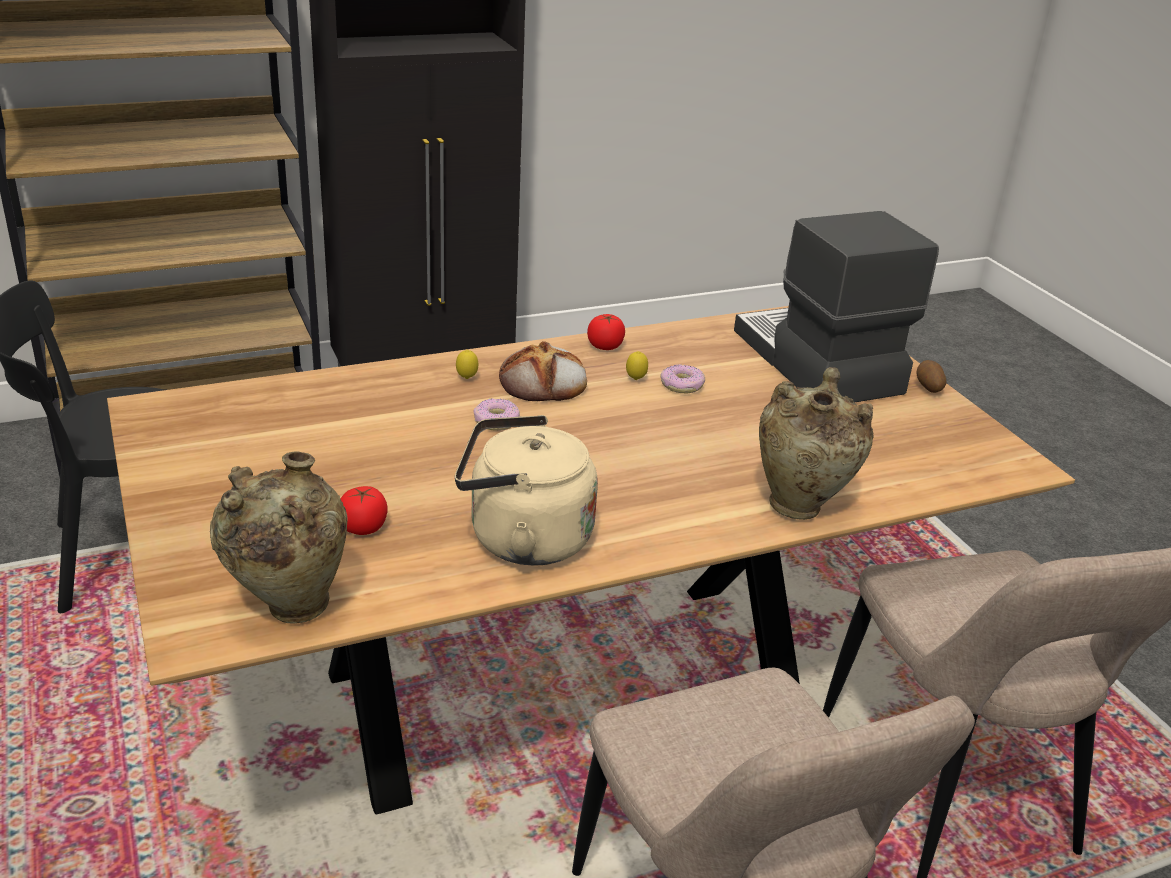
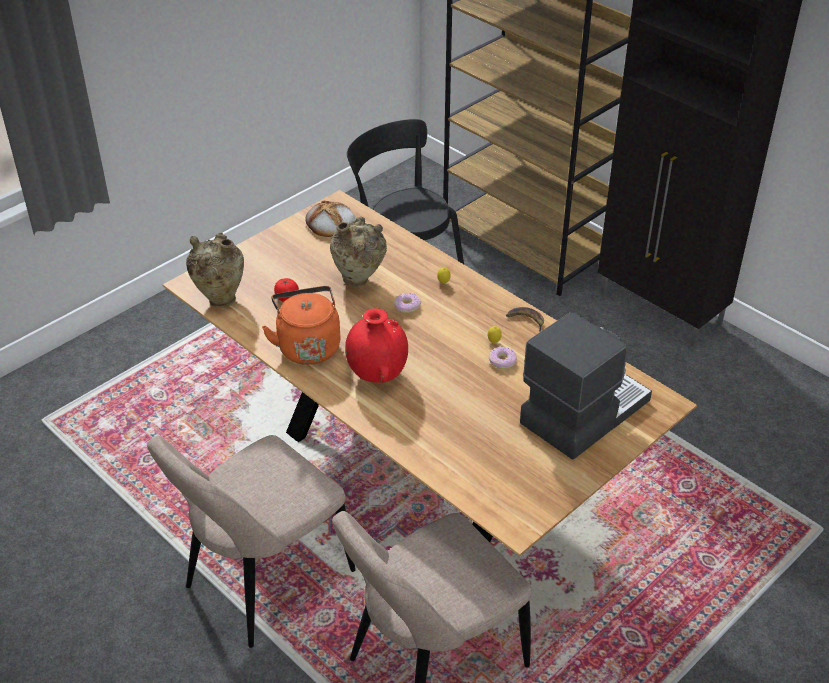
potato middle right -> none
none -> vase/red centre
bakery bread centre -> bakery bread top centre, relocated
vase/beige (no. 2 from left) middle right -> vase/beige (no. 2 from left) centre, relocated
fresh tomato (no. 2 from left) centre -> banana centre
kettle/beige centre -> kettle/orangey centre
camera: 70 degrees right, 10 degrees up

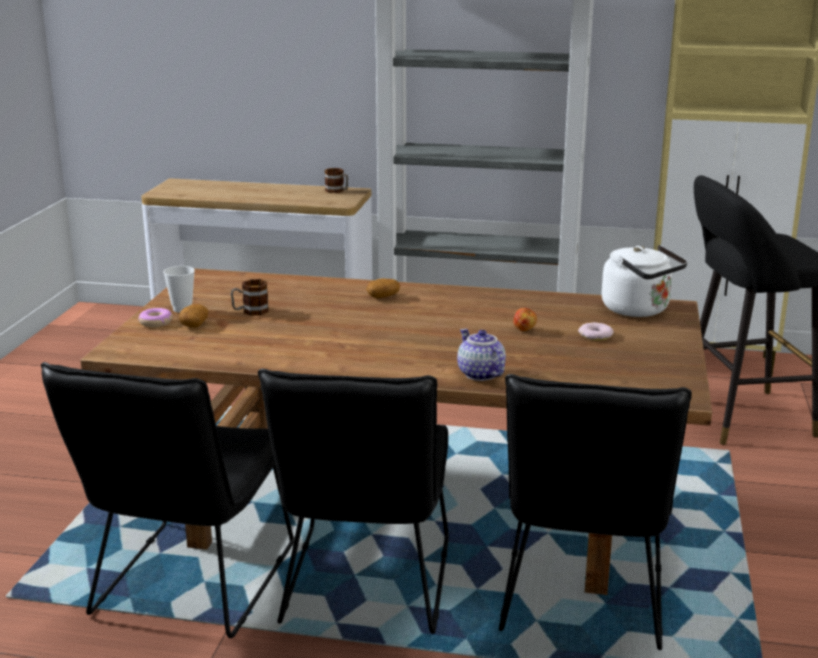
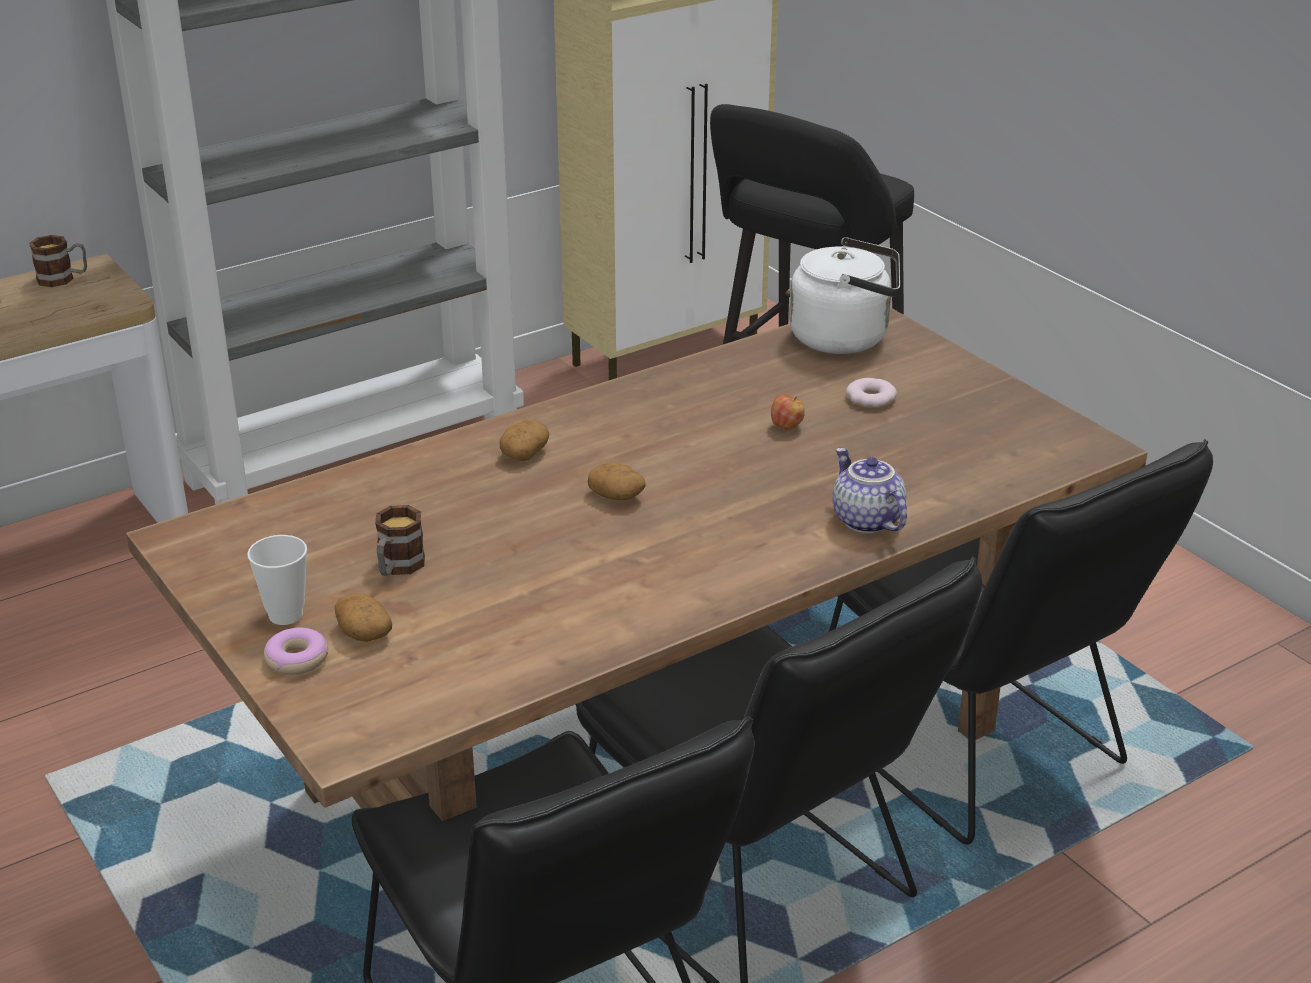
none -> potato (no. 3 from left) centre
teapot centre, 45 degrees clockwise
camera: 45 degrees left, 10 degrees up

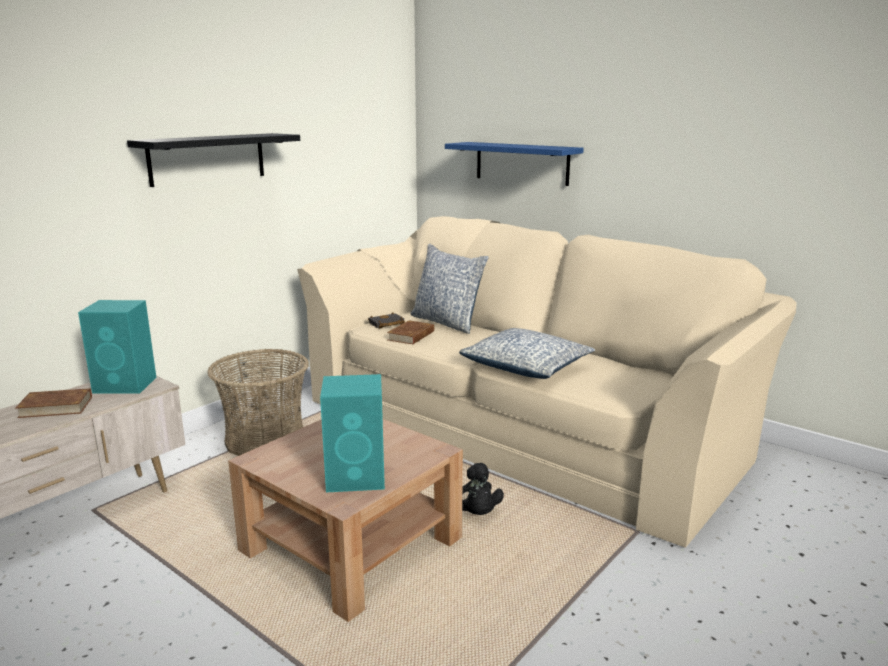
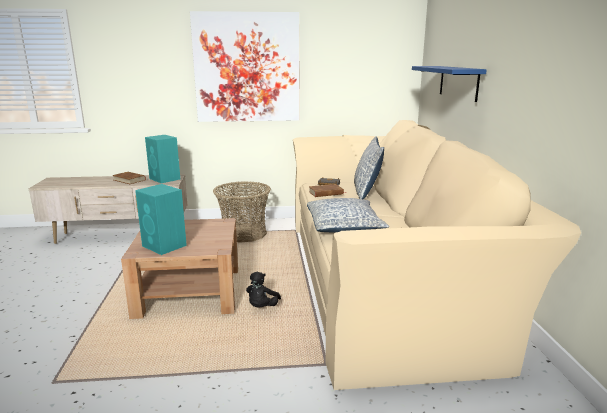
wall shelf/black top left -> wall picture top centre
camera: 45 degrees right, 0 degrees up

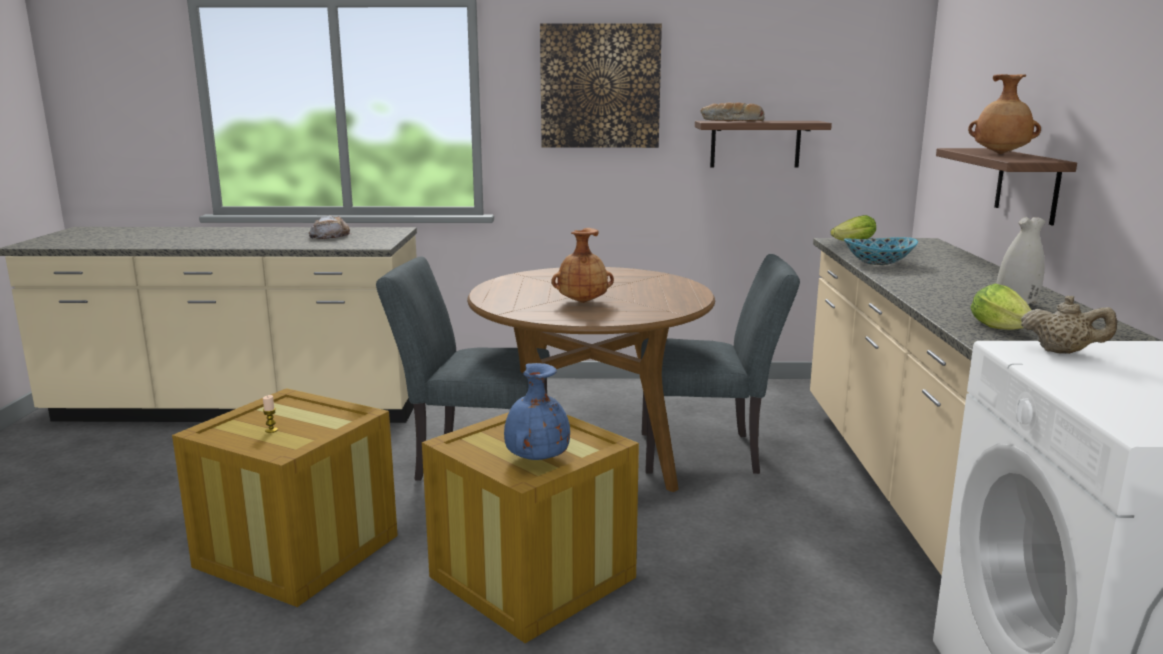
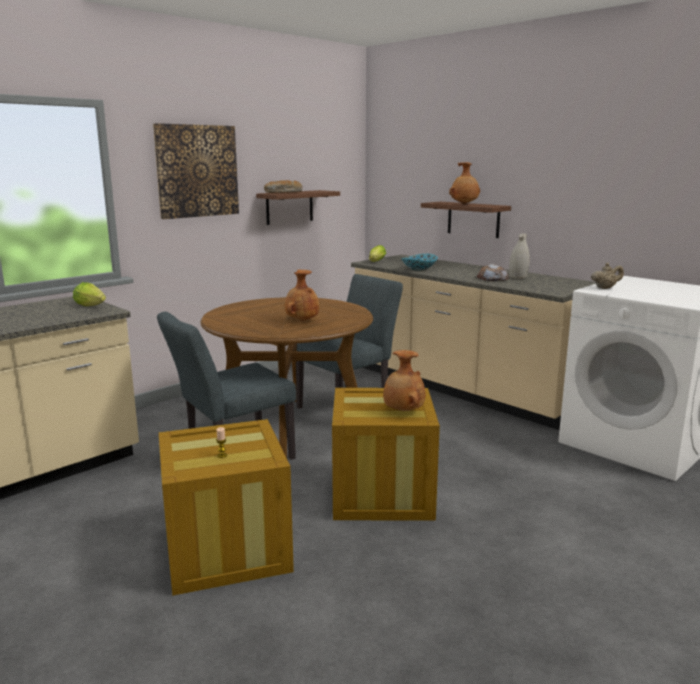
bakery bread (no. 1 from left in the first image) middle left -> bakery bread (no. 2 from left) middle right, relocated
head of lettuce (no. 2 from left in the first image) middle right -> head of lettuce (no. 1 from left) middle left, relocated
vase/blue centre -> vase/brownish (no. 2 from left) centre
camera: 45 degrees left, 0 degrees up

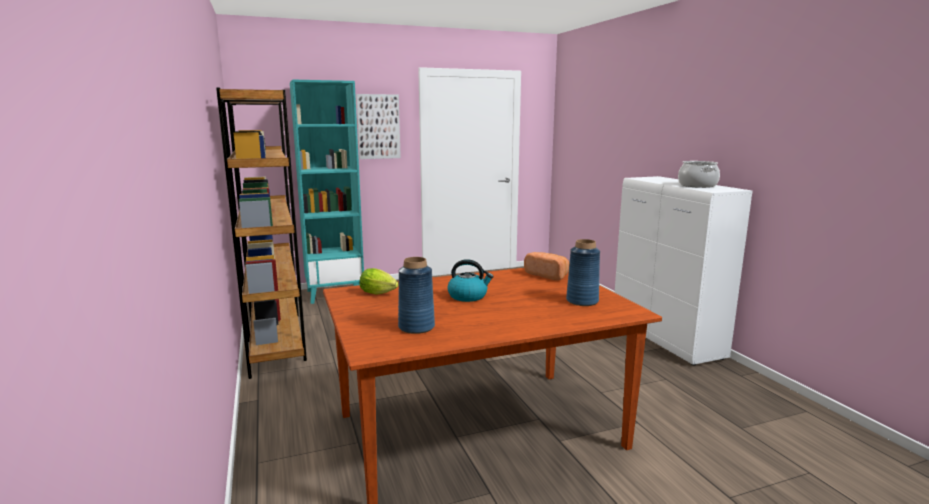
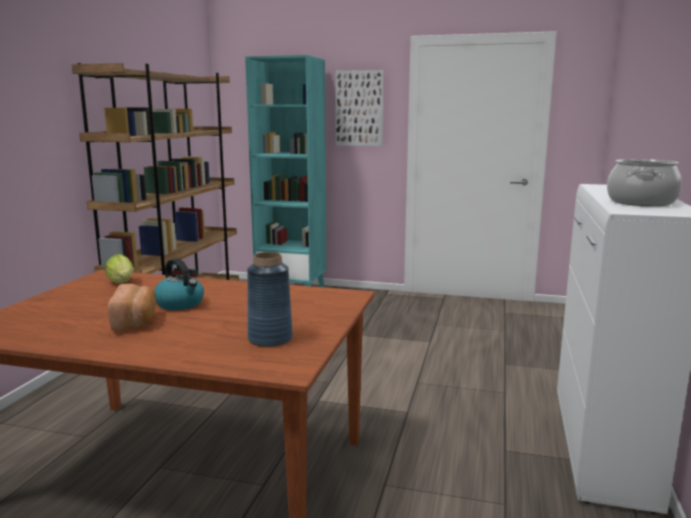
vase/blue (no. 1 from left) centre -> none
bakery bread centre -> bakery bread middle left, relocated
camera: 35 degrees right, 0 degrees up

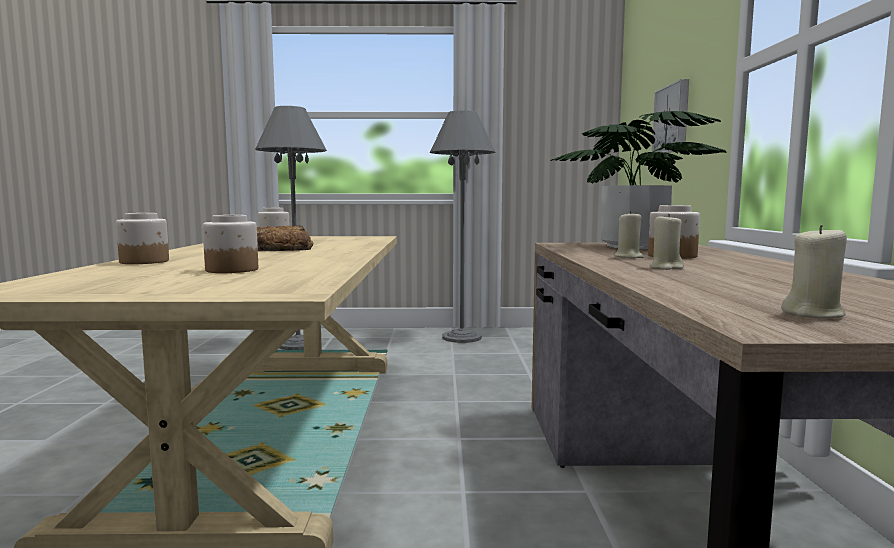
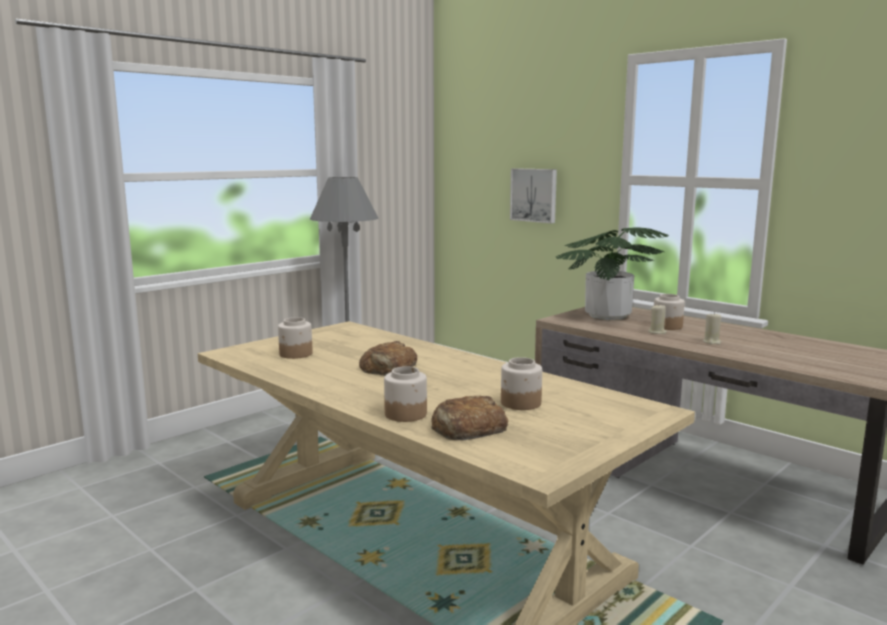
standard lamp/greyish (no. 1 from left) middle left -> none
wax candle/beige (no. 3 from left) middle right -> none
none -> bakery bread (no. 2 from left) bottom centre
camera: 45 degrees left, 5 degrees up

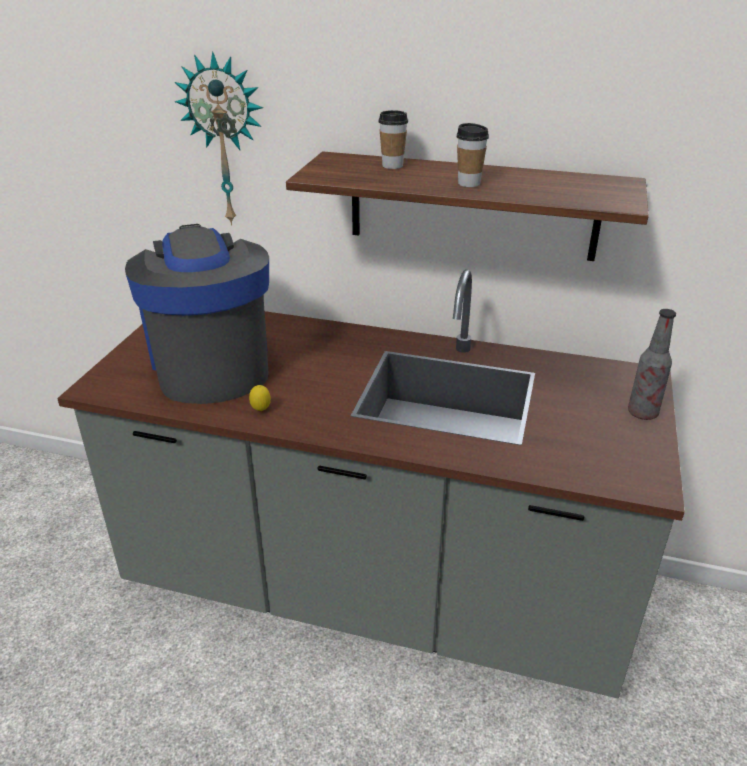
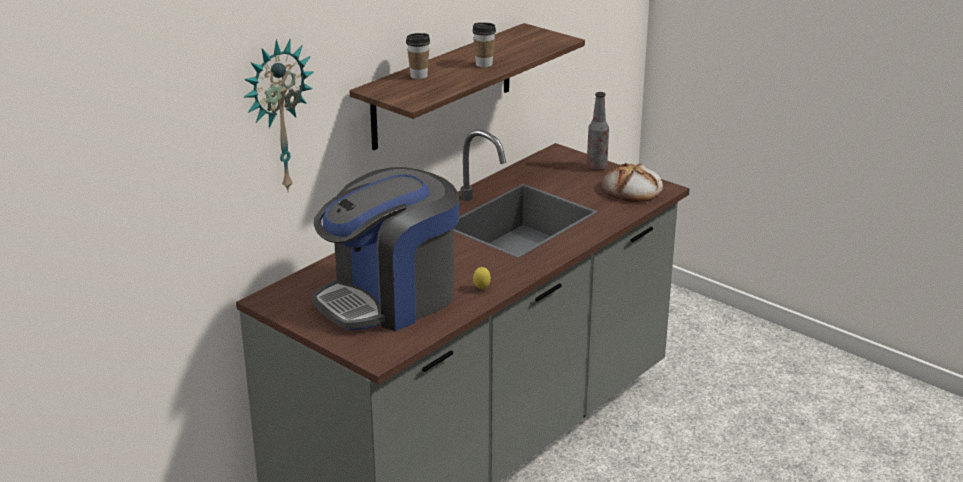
none -> bakery bread centre
coffee brewer middle left -> coffee brewer centre, 45 degrees counterclockwise
camera: 65 degrees left, 5 degrees down

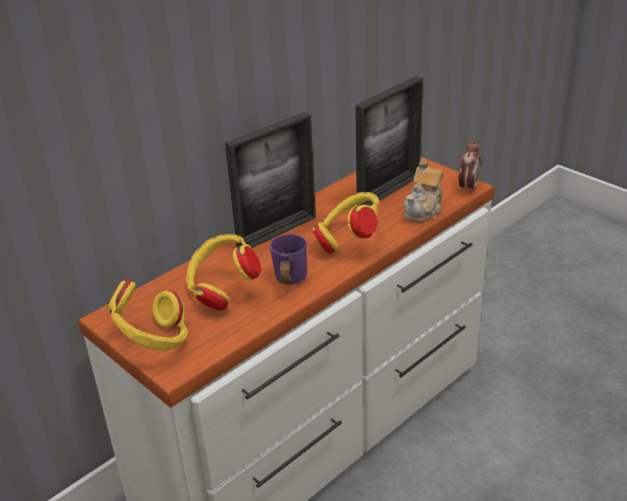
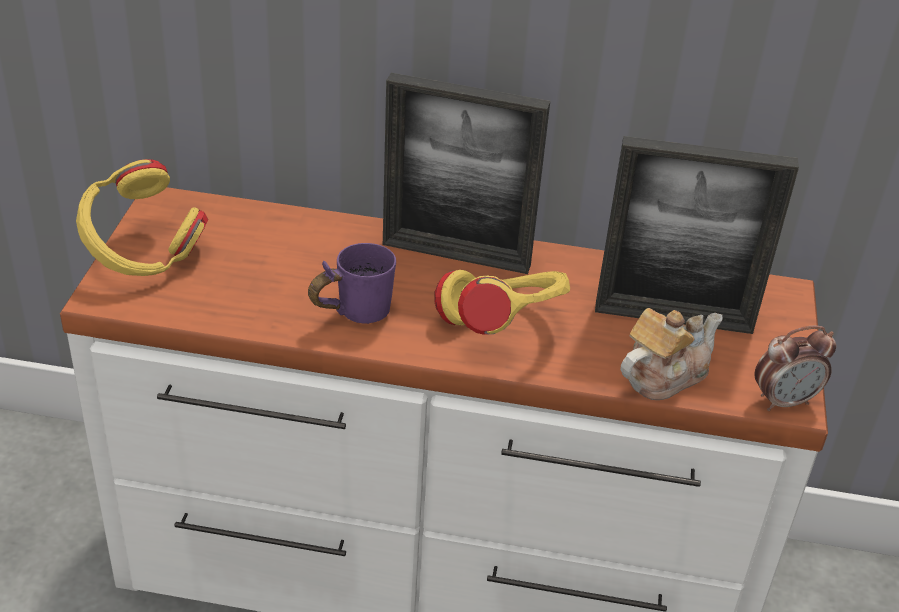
headphones/yellow-coloured (no. 2 from left) centre -> none
teapot middle right, 150 degrees clockwise
camera: 50 degrees right, 5 degrees up

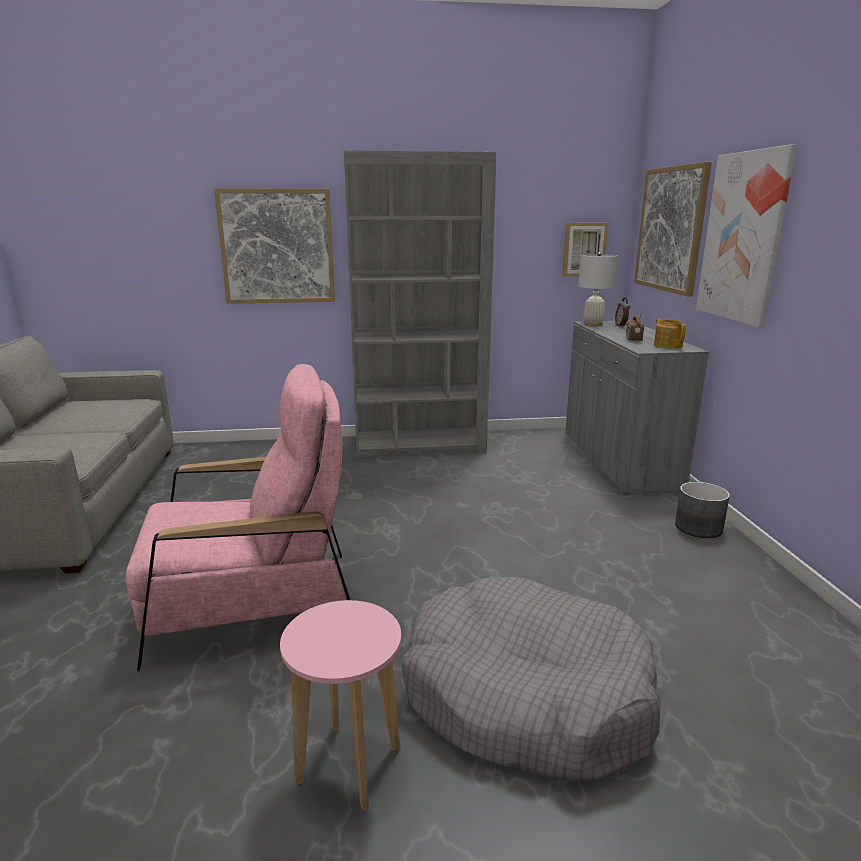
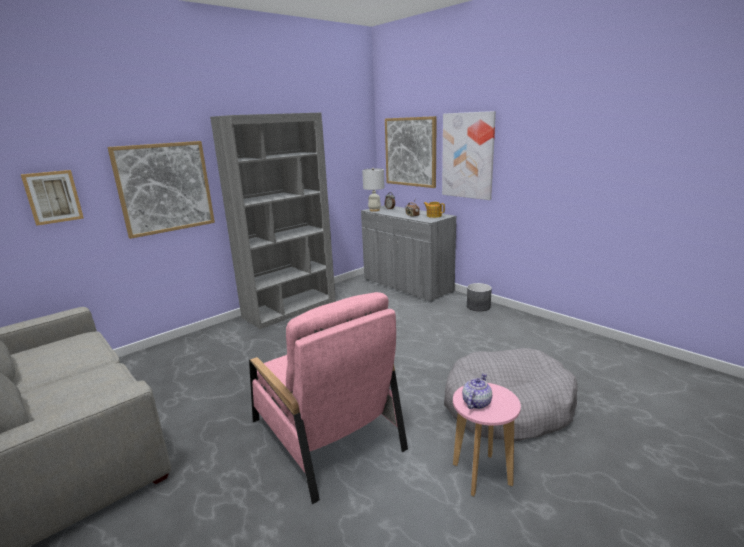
none -> teapot (no. 2 from left) bottom centre
wall picture (no. 2 from left in the first image) top right -> wall picture (no. 1 from left) middle left, relocated
armchair/pink-coloured middle left -> armchair/pink-coloured bottom centre, 105 degrees clockwise
camera: 35 degrees left, 0 degrees up

